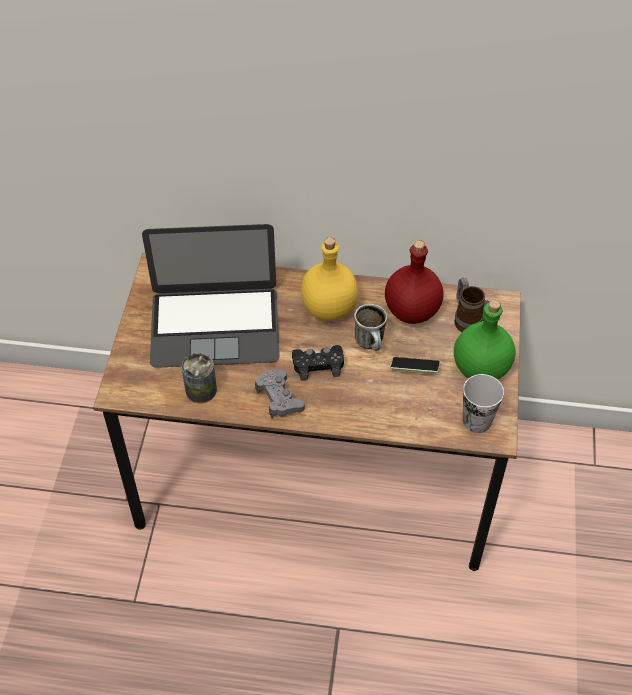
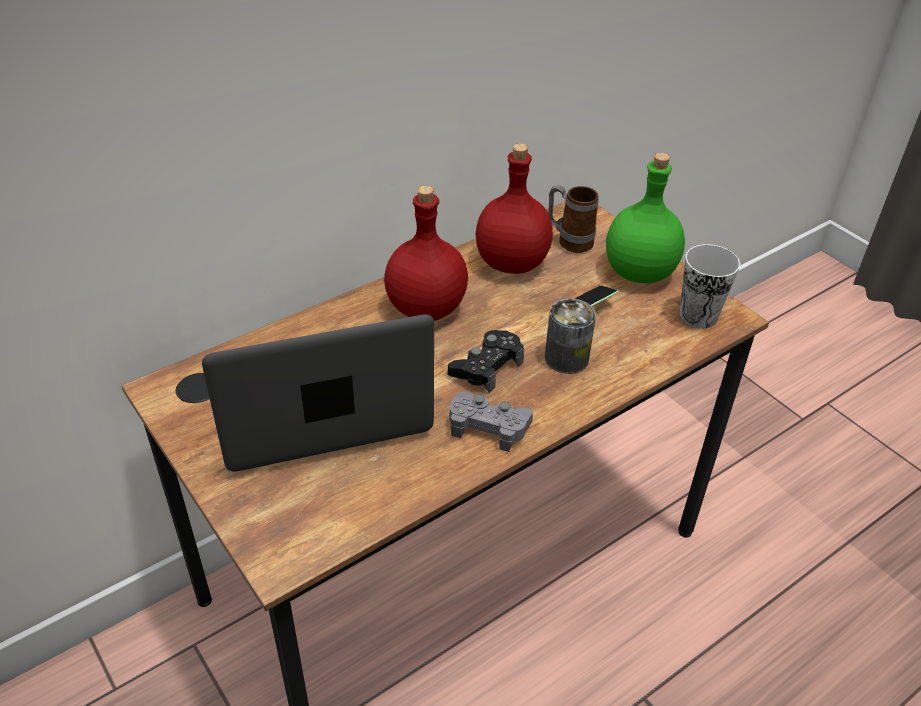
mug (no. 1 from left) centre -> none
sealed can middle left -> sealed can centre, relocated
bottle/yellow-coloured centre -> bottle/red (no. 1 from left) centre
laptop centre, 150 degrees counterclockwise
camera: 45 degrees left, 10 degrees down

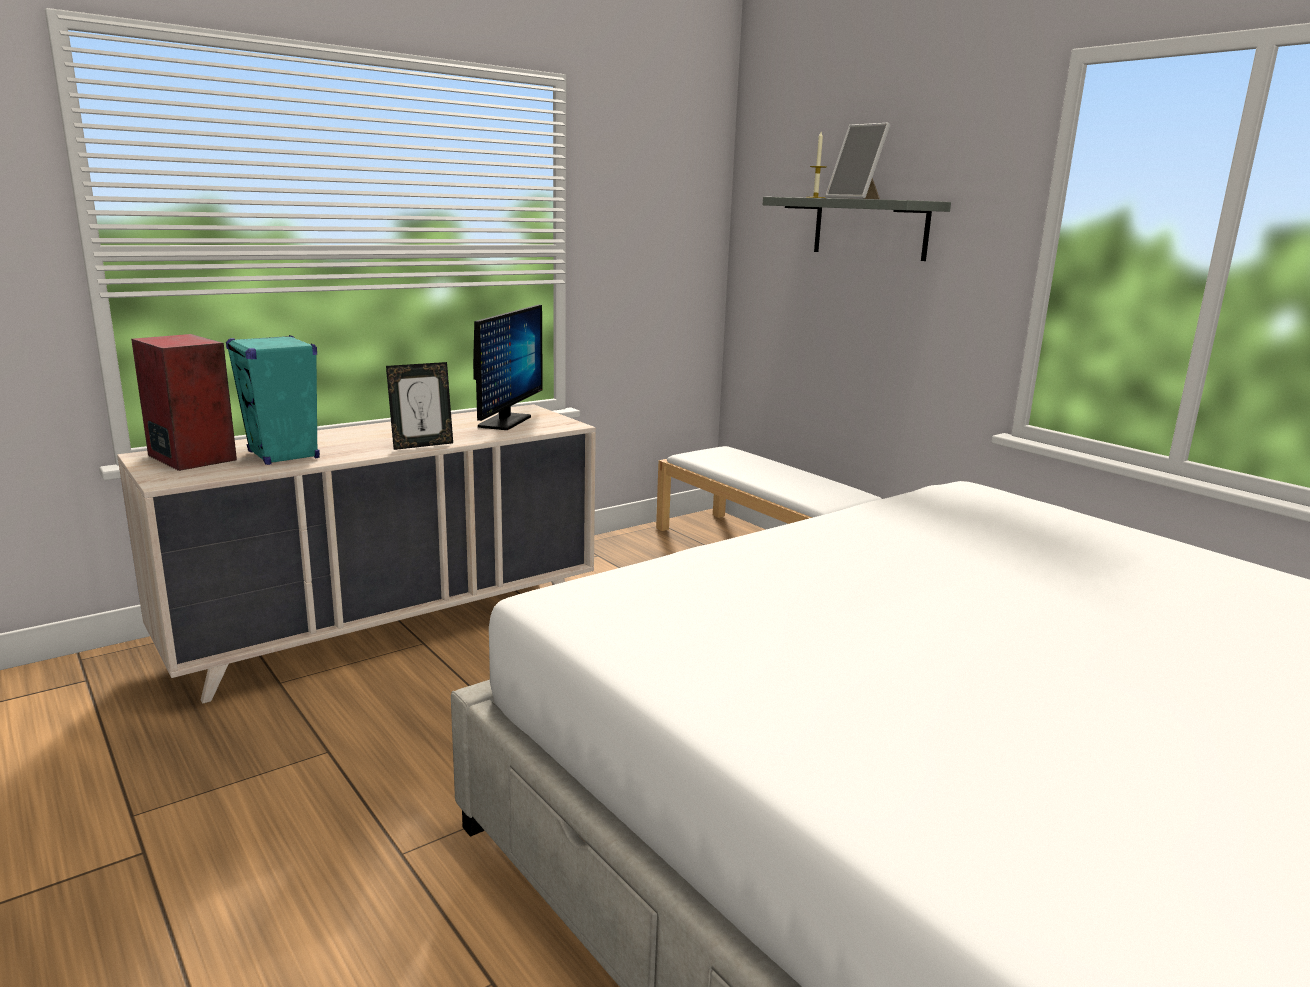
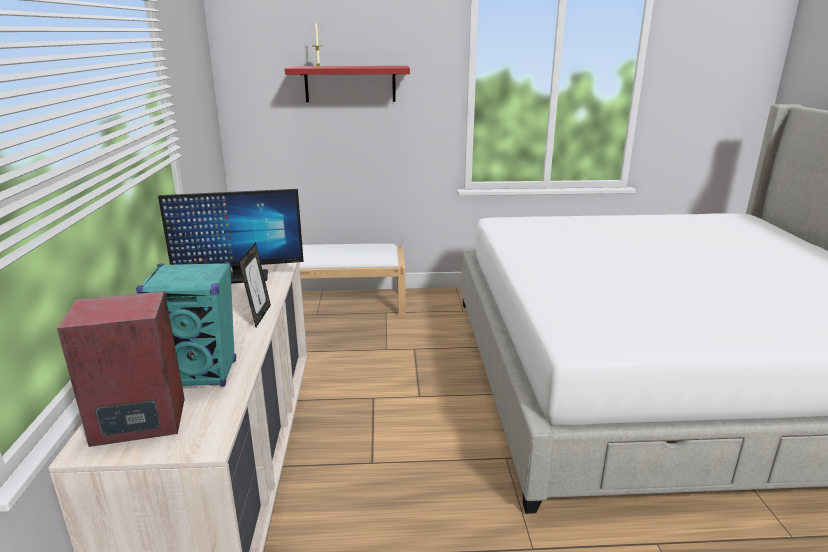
photo frame (no. 2 from left) top centre -> none
wall shelf/greyish top centre -> wall shelf/red top centre
monitor centre -> monitor middle left, 120 degrees clockwise
camera: 55 degrees left, 5 degrees up

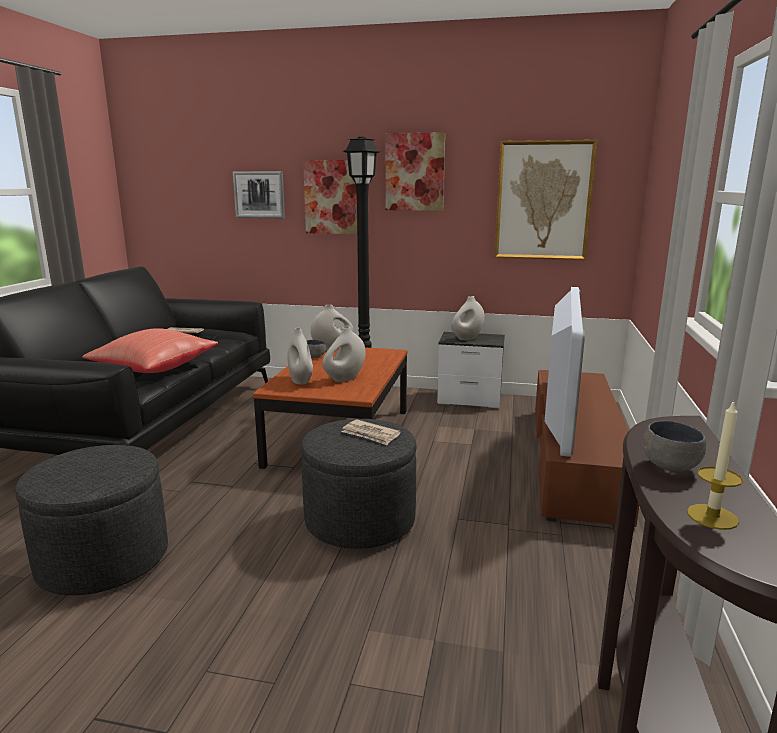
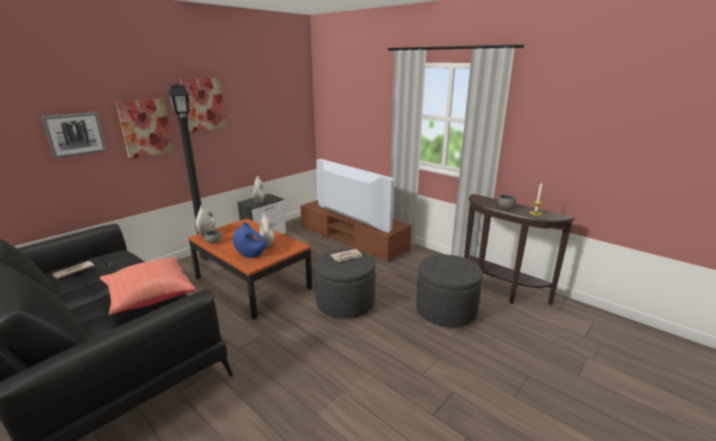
wall picture (no. 4 from left) top right -> none
pouffe/greyish (no. 1 from left in the first image) bottom left -> pouffe/greyish (no. 2 from left) centre, relocated
vase/white (no. 1 from left) centre -> vase/blue centre
camera: 60 degrees left, 5 degrees up

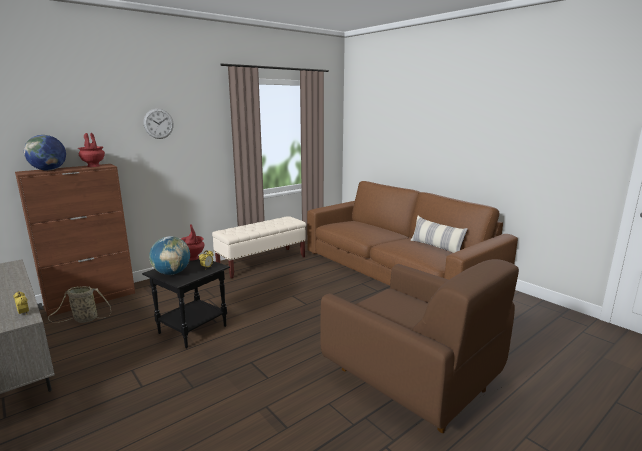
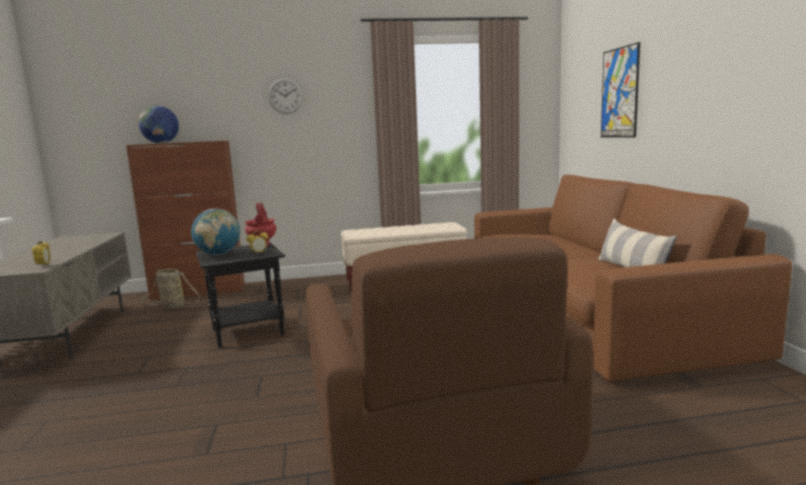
vase/red (no. 1 from left) top left -> none
none -> wall picture top right
camera: 30 degrees right, 5 degrees down

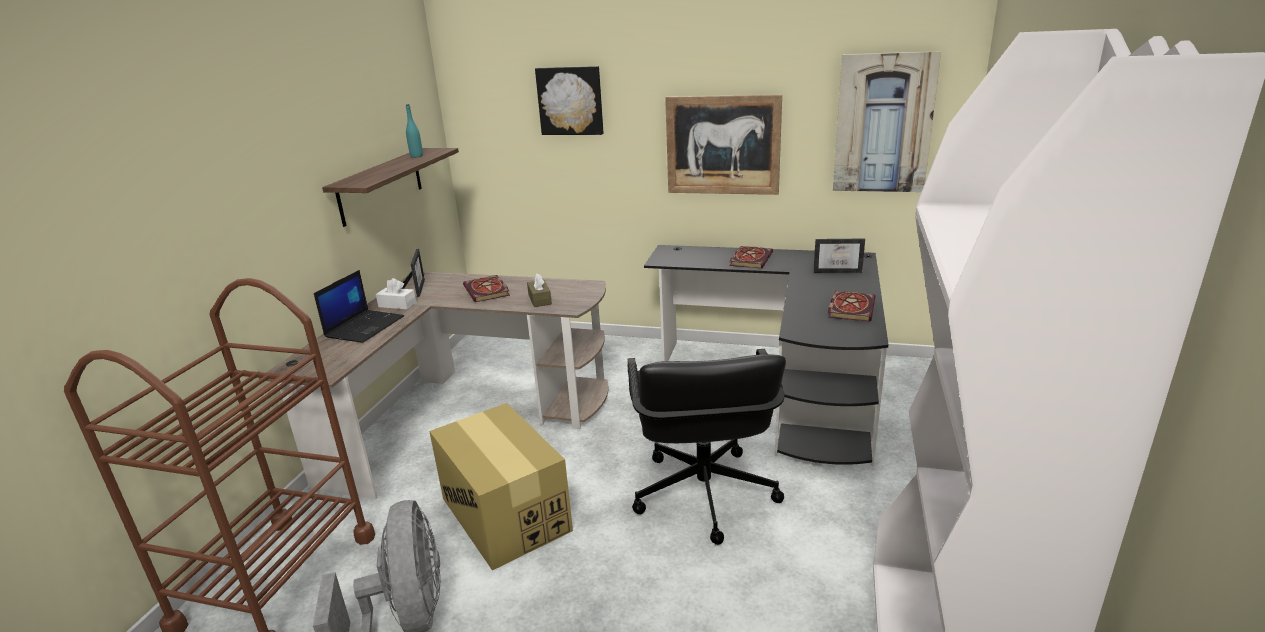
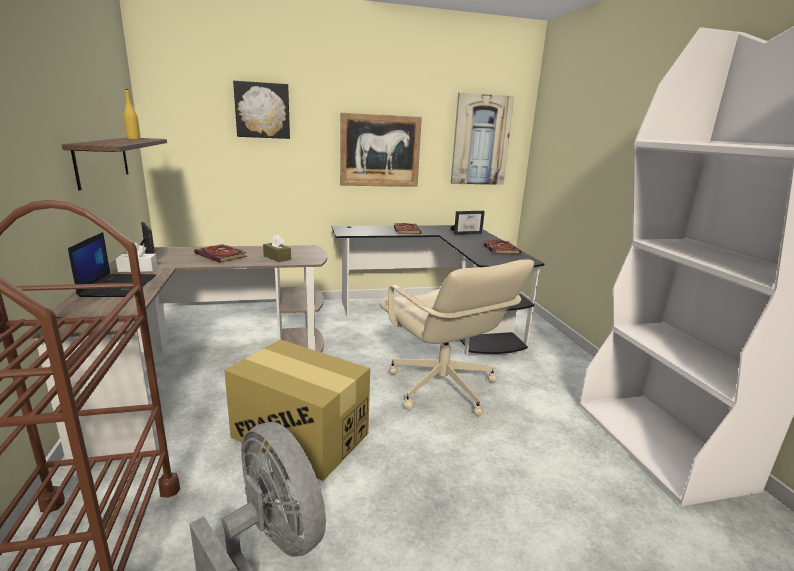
bottle/turquoise-coloured top left -> bottle/yellow-coloured top left
computer chair/black bottom centre -> computer chair/beige centre
camera: 30 degrees left, 5 degrees down

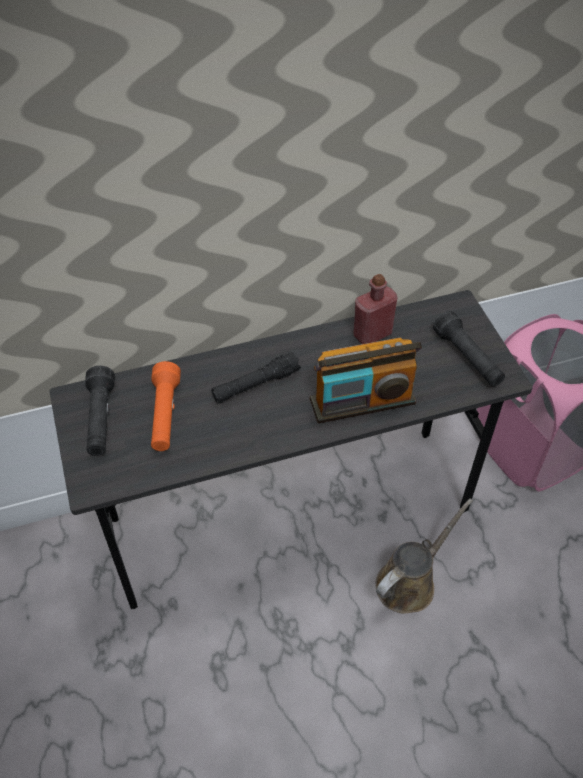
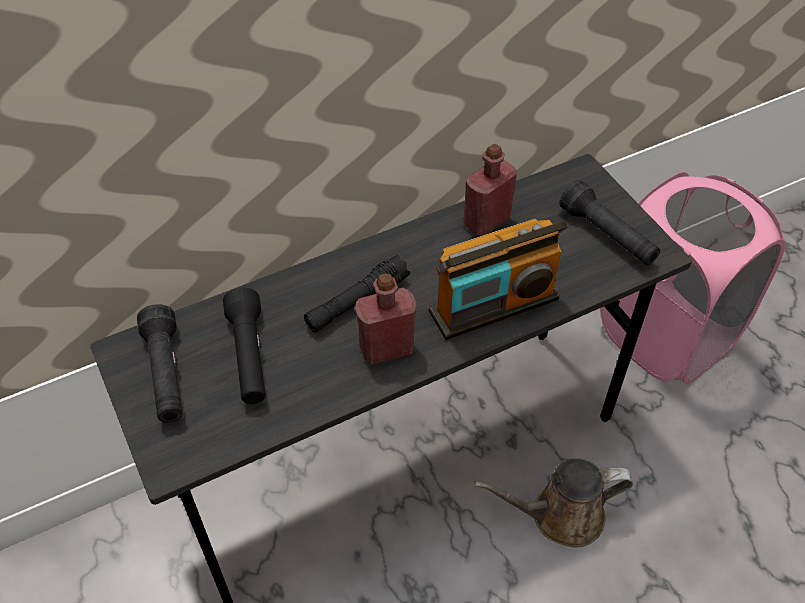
none -> bottle/red (no. 1 from left) centre
hand torch/orangey middle left -> hand torch/black (no. 2 from left) middle left
watering can/brownish bottom right, 135 degrees counterclockwise
camera: 10 degrees left, 0 degrees up

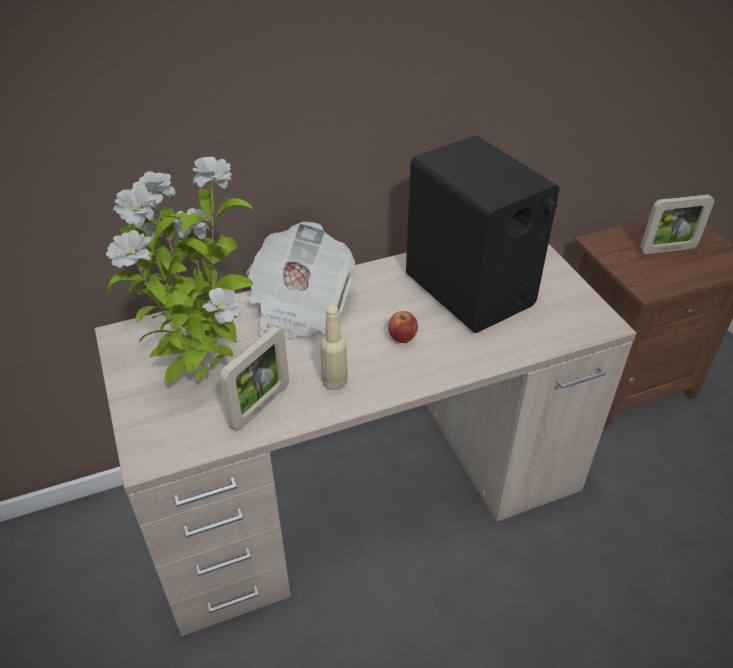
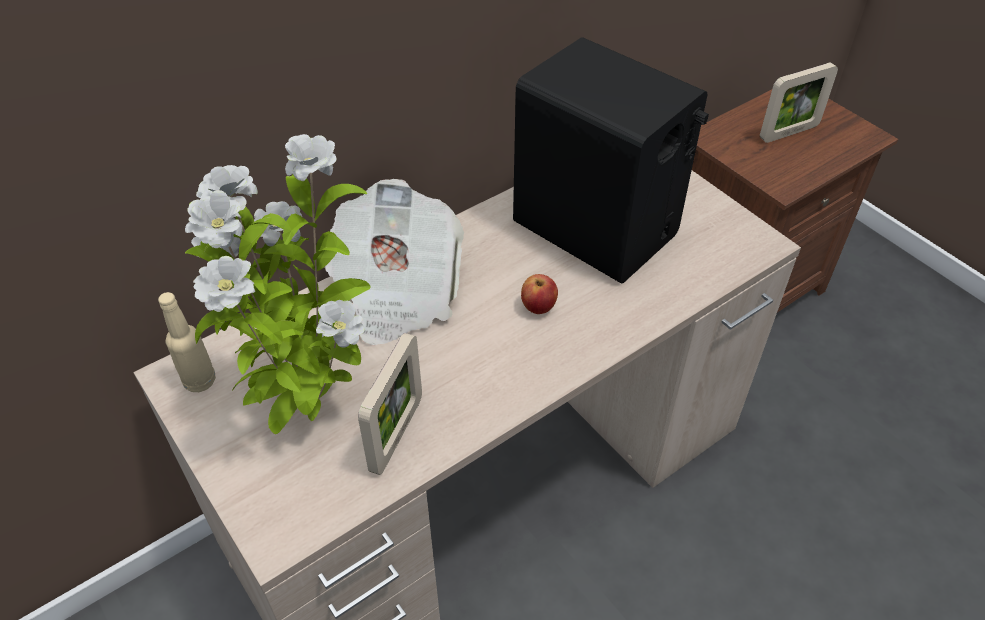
bottle/beige centre -> bottle/beige middle left, relocated
camera: 15 degrees left, 5 degrees up

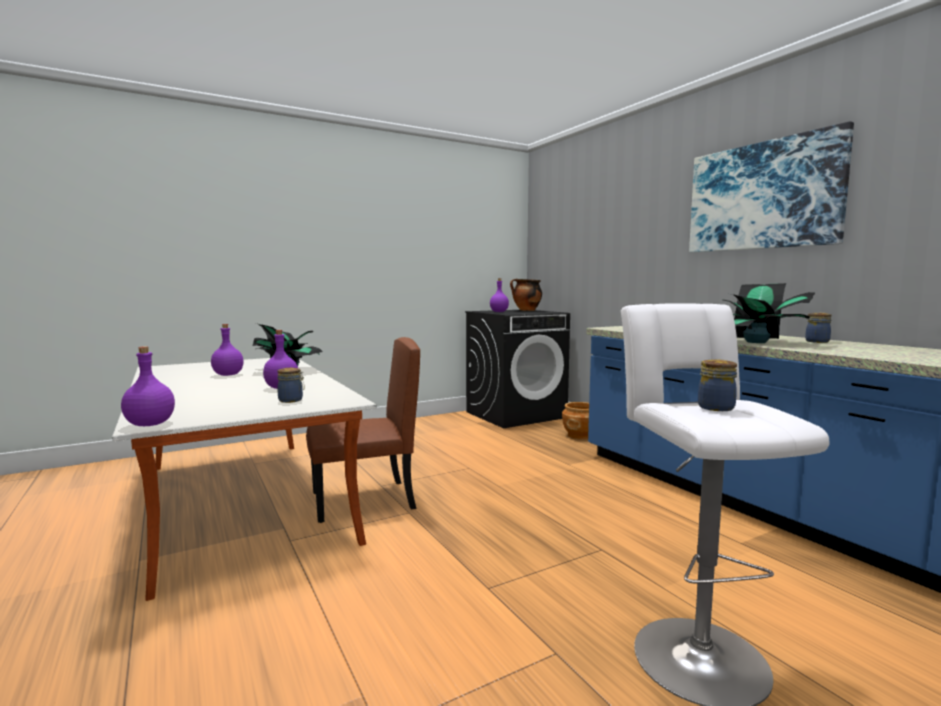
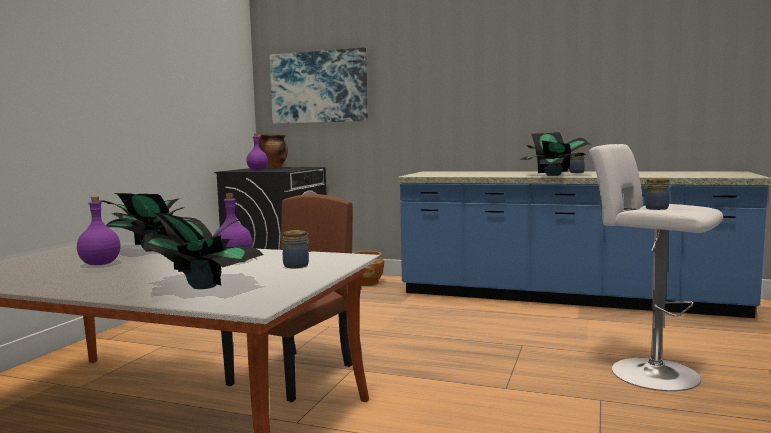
bottle/purple-coloured (no. 1 from left) middle left -> none
none -> potted plant (no. 2 from left) middle left
wall picture top right -> wall picture top centre, relocated
camera: 40 degrees left, 0 degrees up

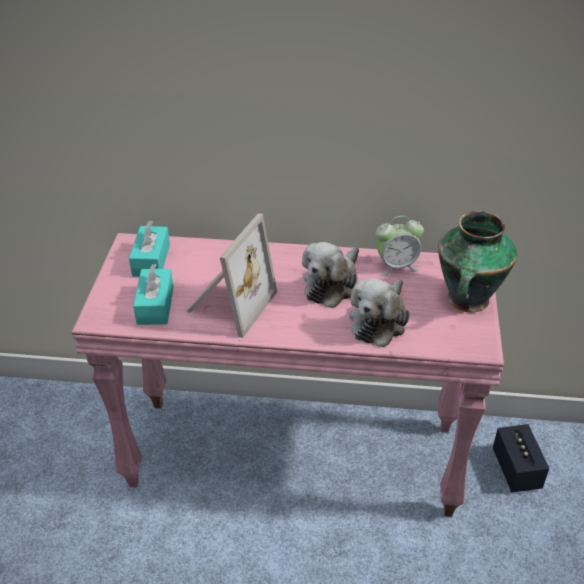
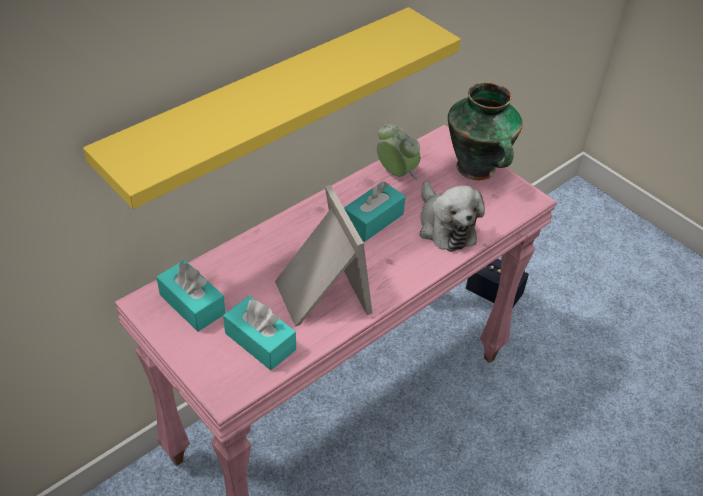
none -> wall shelf/yellow-coloured top centre
cuddly toy (no. 1 from left) centre -> tissue box/turquoise-coloured (no. 3 from left) centre
alarm clock middle right -> alarm clock top centre, 75 degrees counterclockwise
camera: 50 degrees left, 5 degrees up

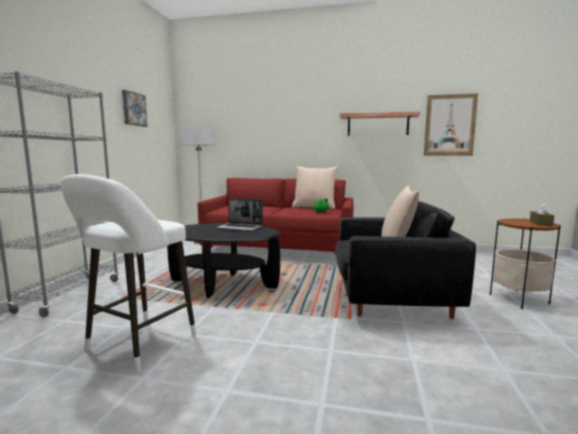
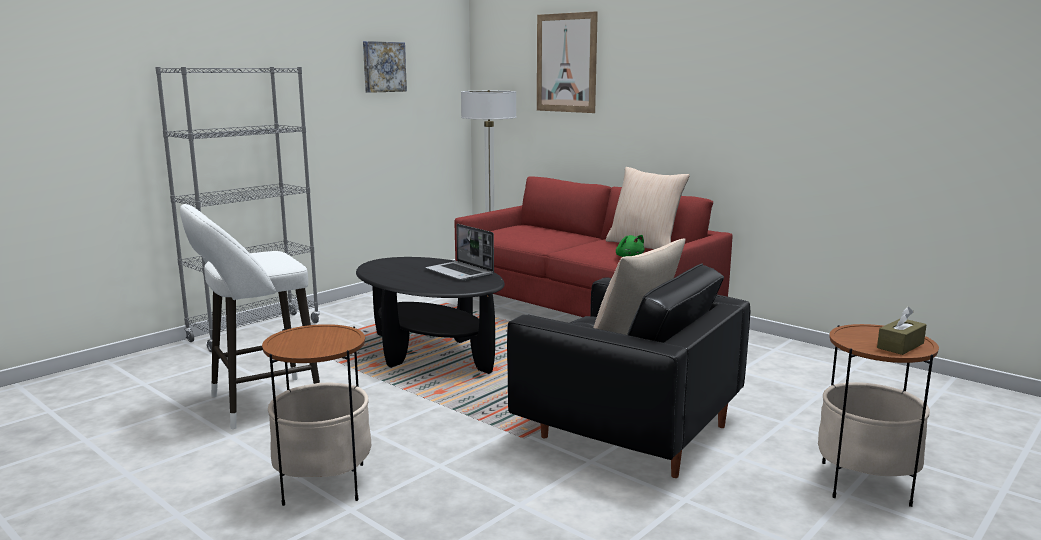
wall shelf top centre -> none
none -> accent table (no. 1 from left) bottom left
wall picture (no. 2 from left) top right -> wall picture (no. 2 from left) top centre, relocated
camera: 30 degrees right, 5 degrees up

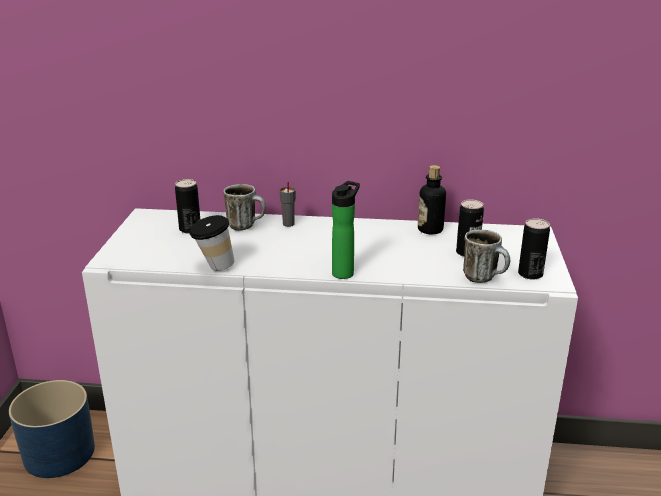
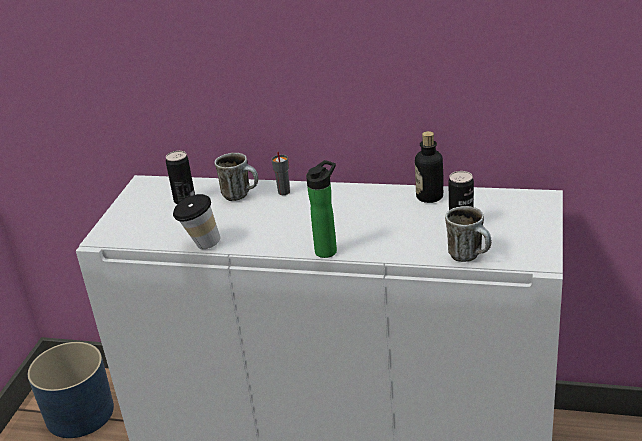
sealed can (no. 3 from left) middle right -> none
camera: 10 degrees right, 5 degrees up

